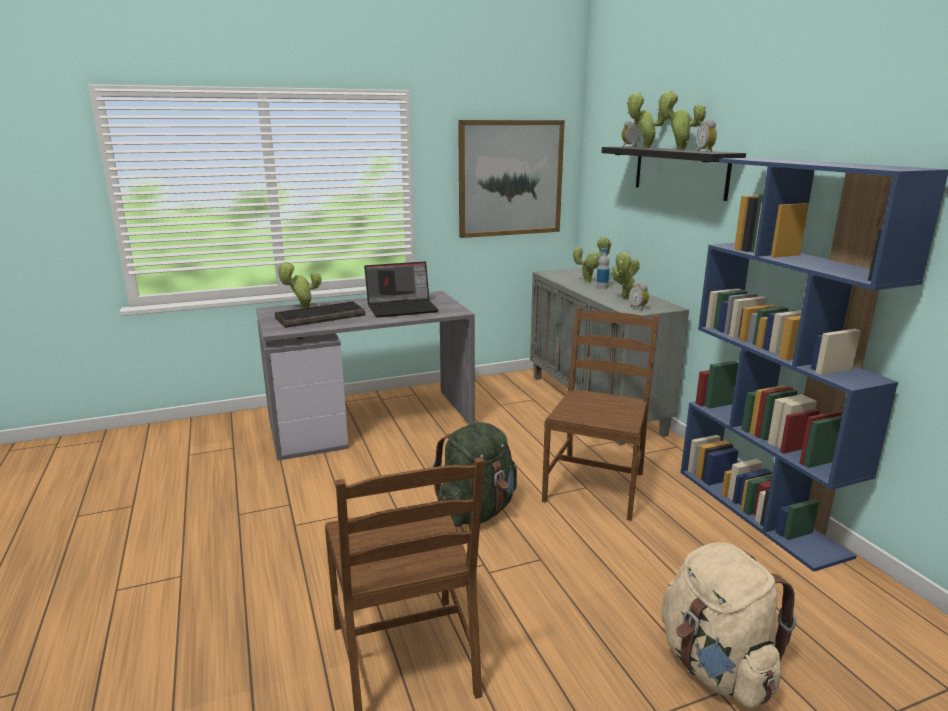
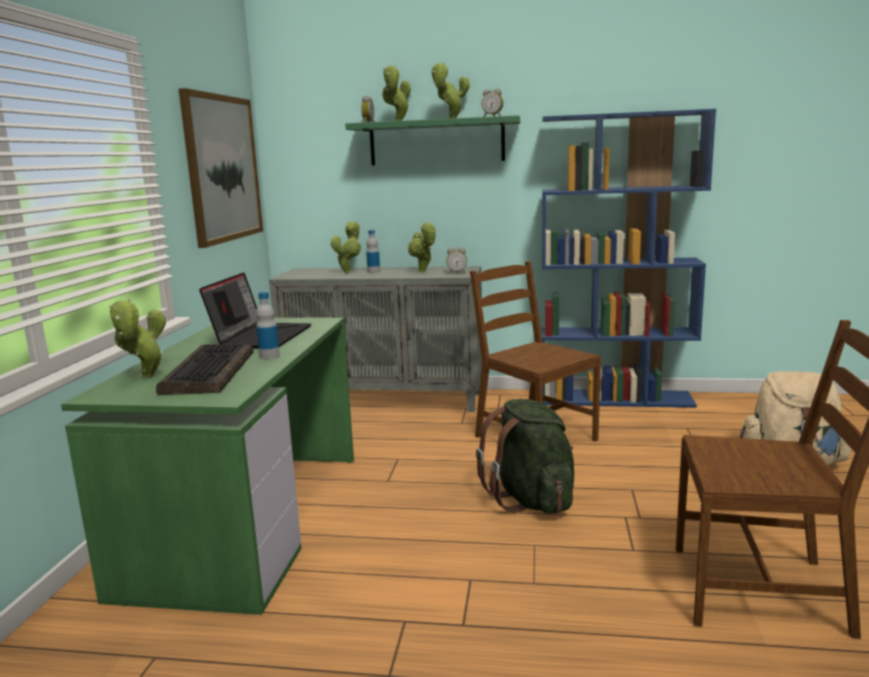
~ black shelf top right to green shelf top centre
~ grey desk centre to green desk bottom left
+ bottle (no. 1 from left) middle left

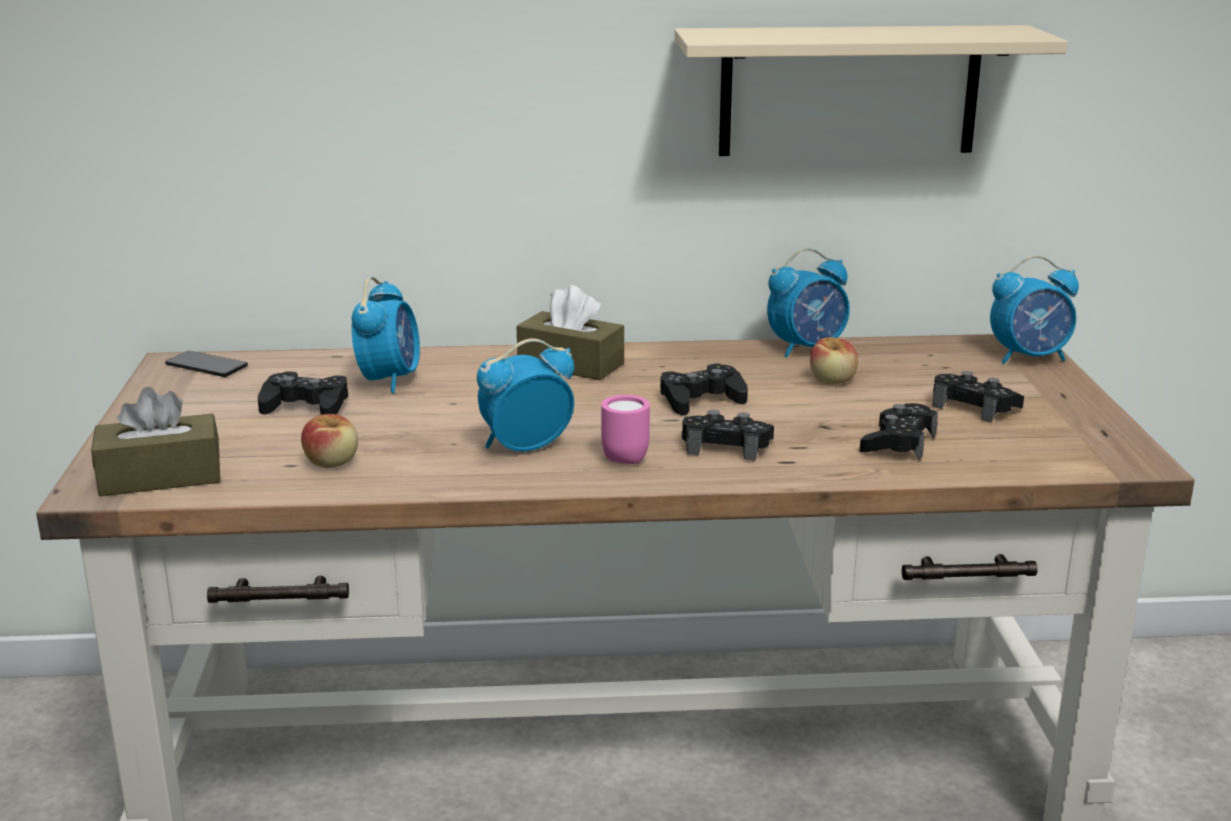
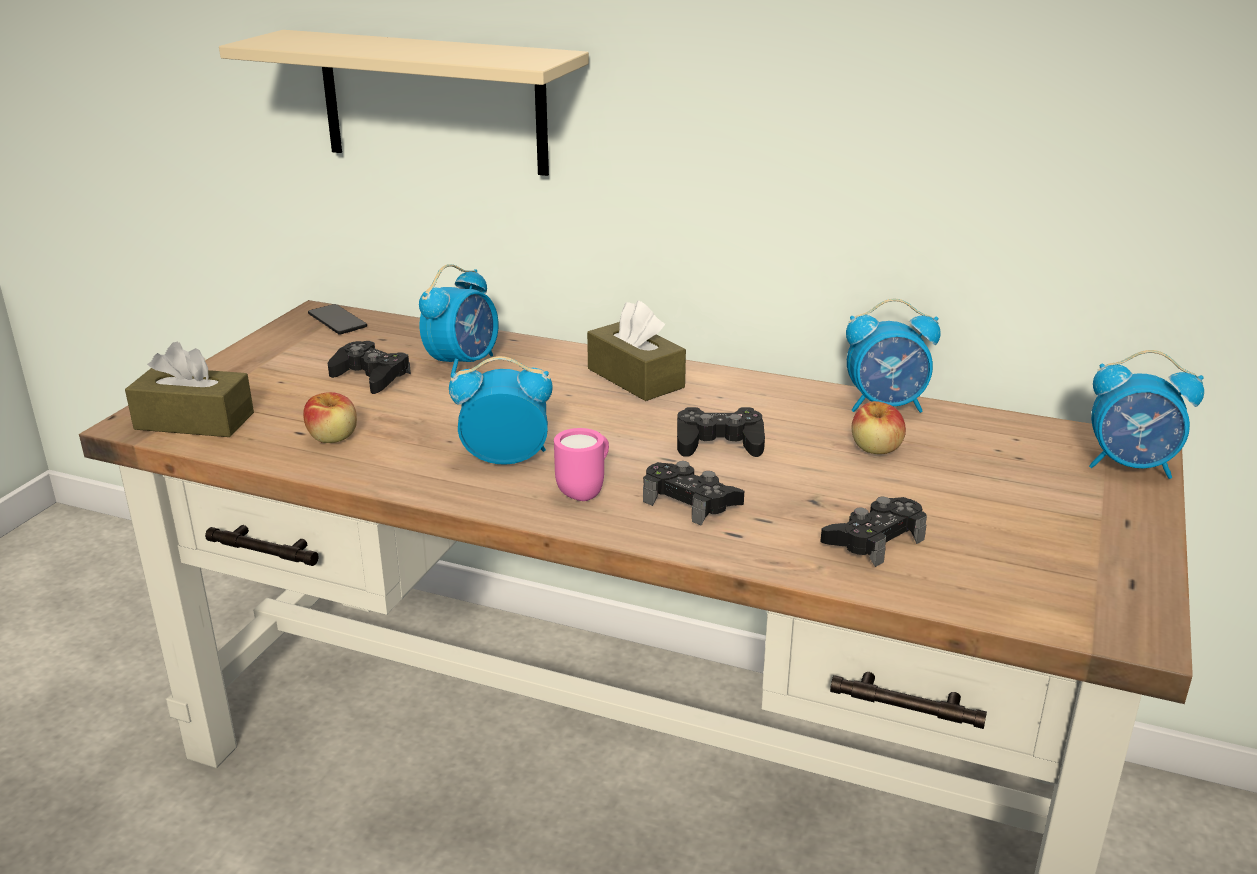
~ beige shelf top right to top left
- black game controller (no. 5 from left) middle right

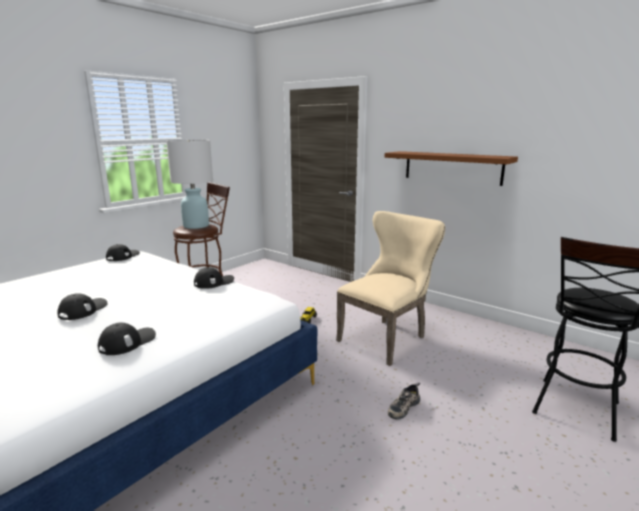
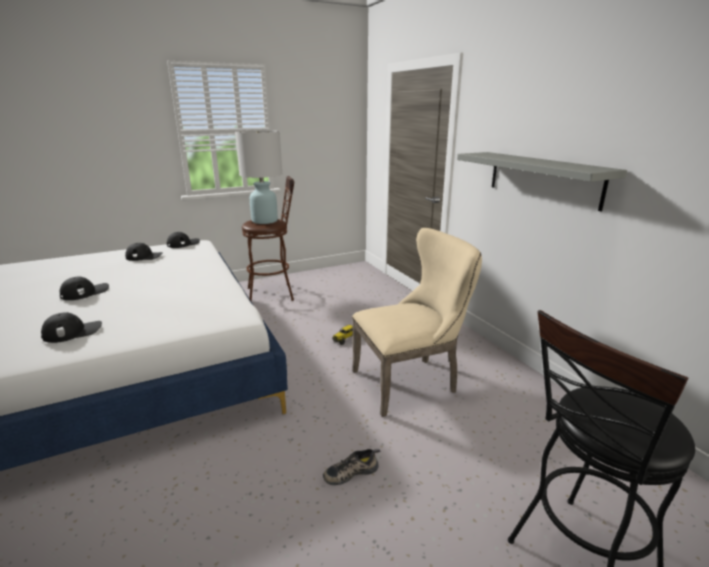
~ brown shelf top right to grey shelf top right
~ black cap (no. 4 from left in the first image) centre to black cap (no. 3 from left) middle left

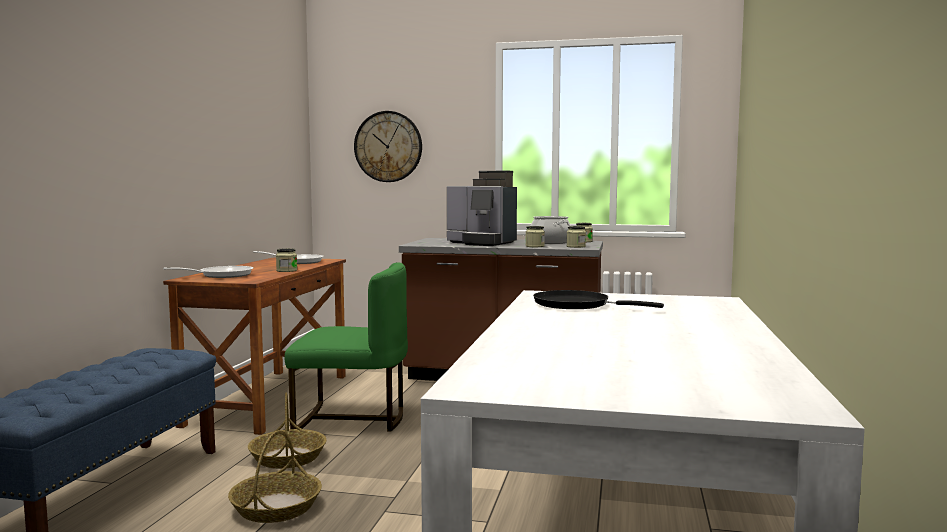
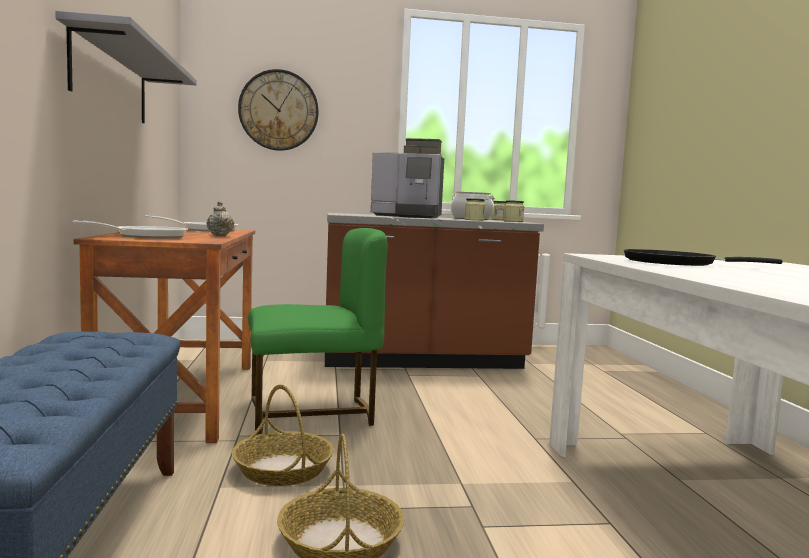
~ jar (no. 1 from left) middle left to beige teapot middle left
+ grey shelf top left

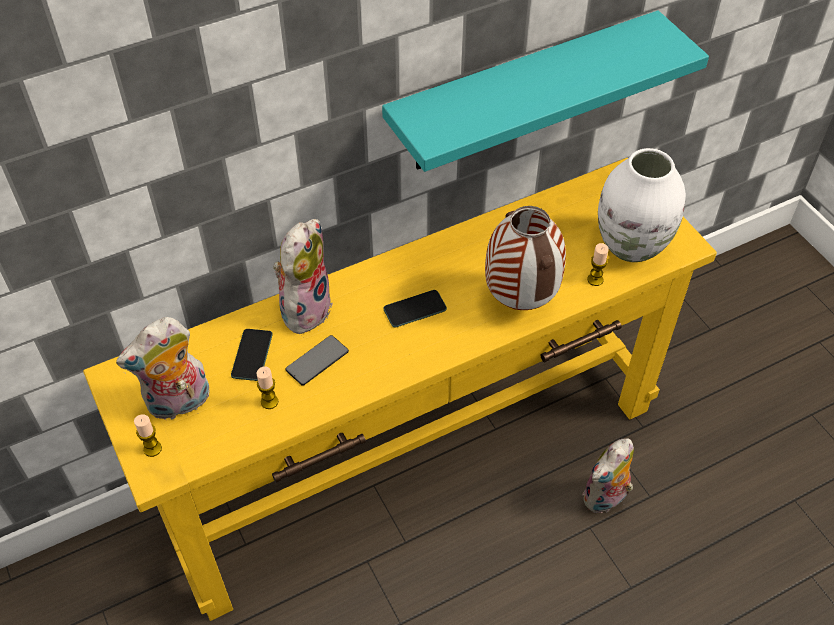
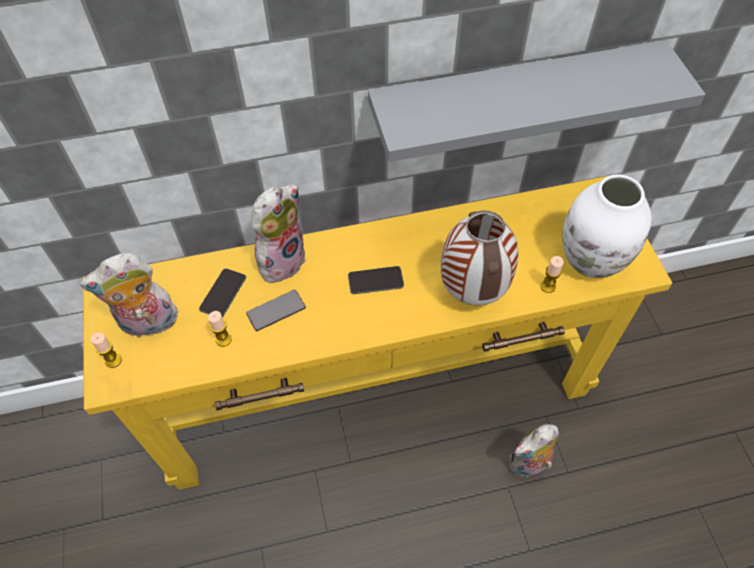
~ turquoise shelf top centre to grey shelf top right

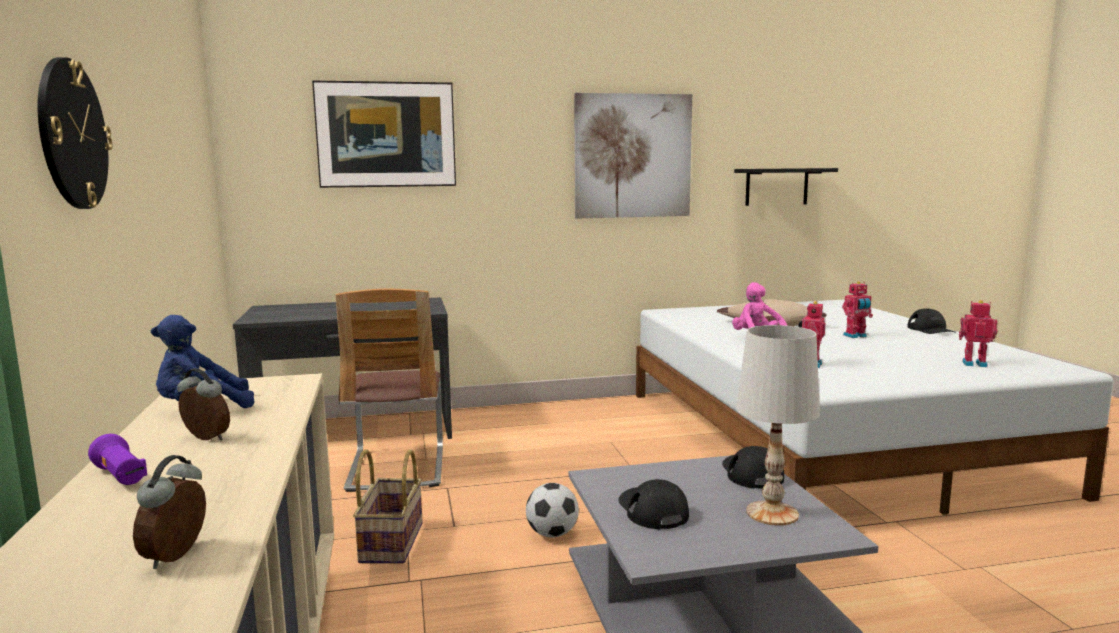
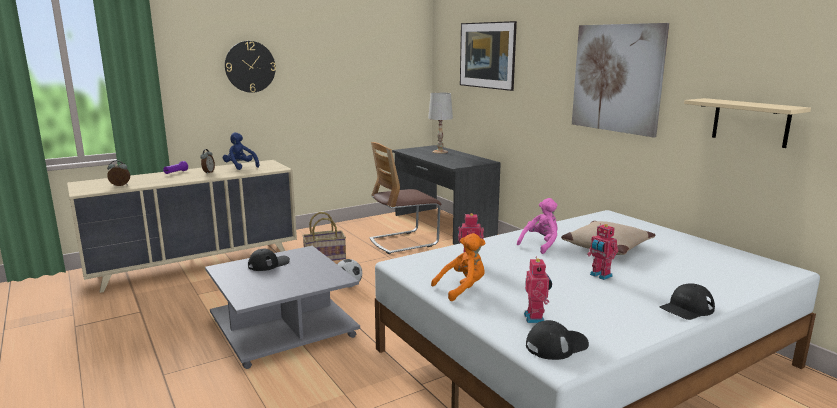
~ black shelf top right to beige shelf top right
~ white table lamp bottom right to top centre
~ black cap (no. 2 from left) bottom right to bottom centre
+ orange plush toy centre

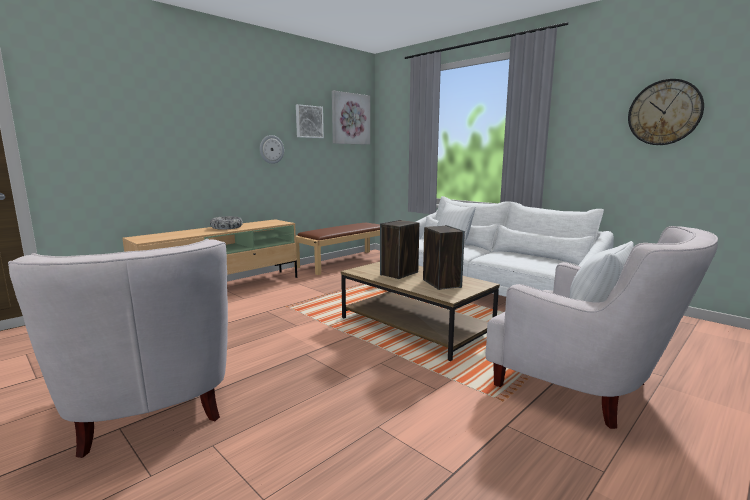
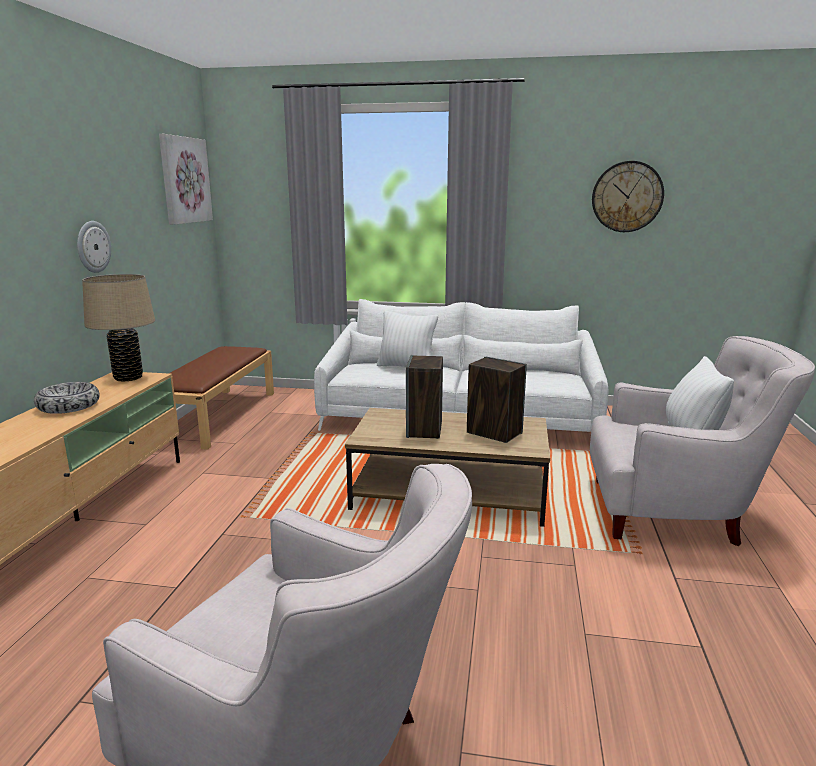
- picture (no. 1 from left) top centre
+ beige table lamp middle left

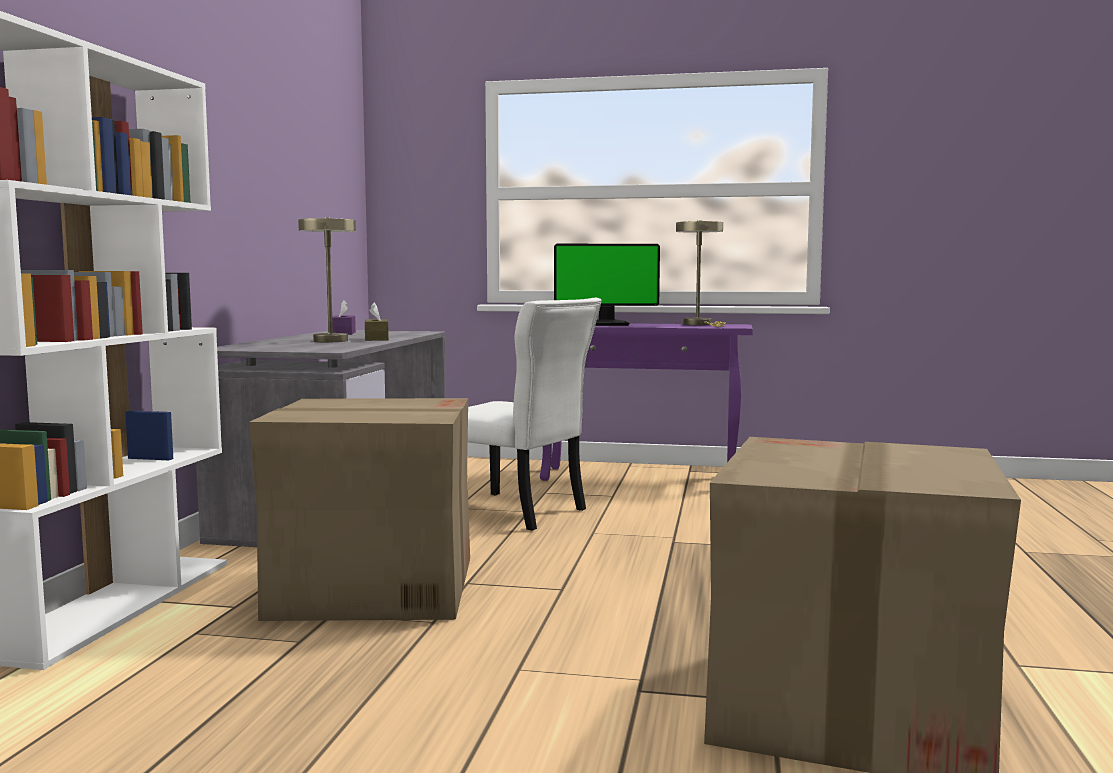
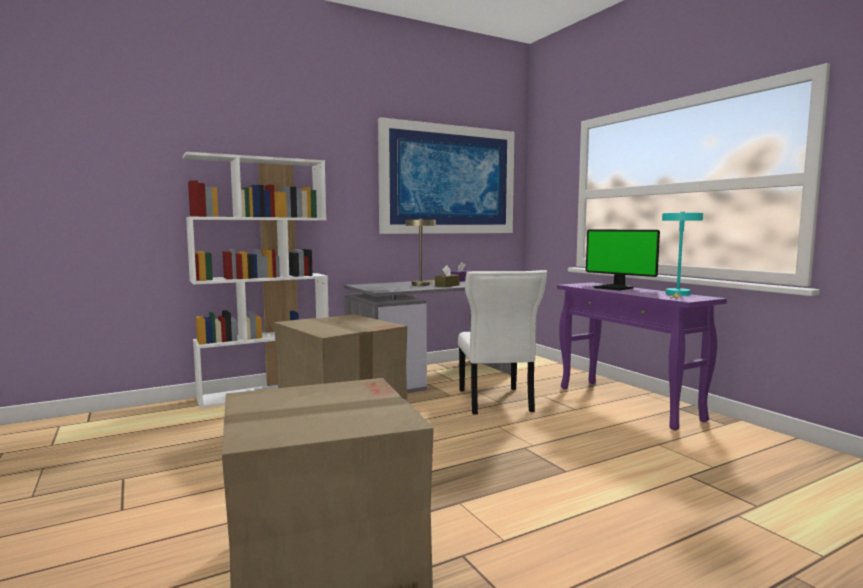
~ beige table lamp (no. 2 from left) centre to turquoise table lamp middle right
+ picture top centre

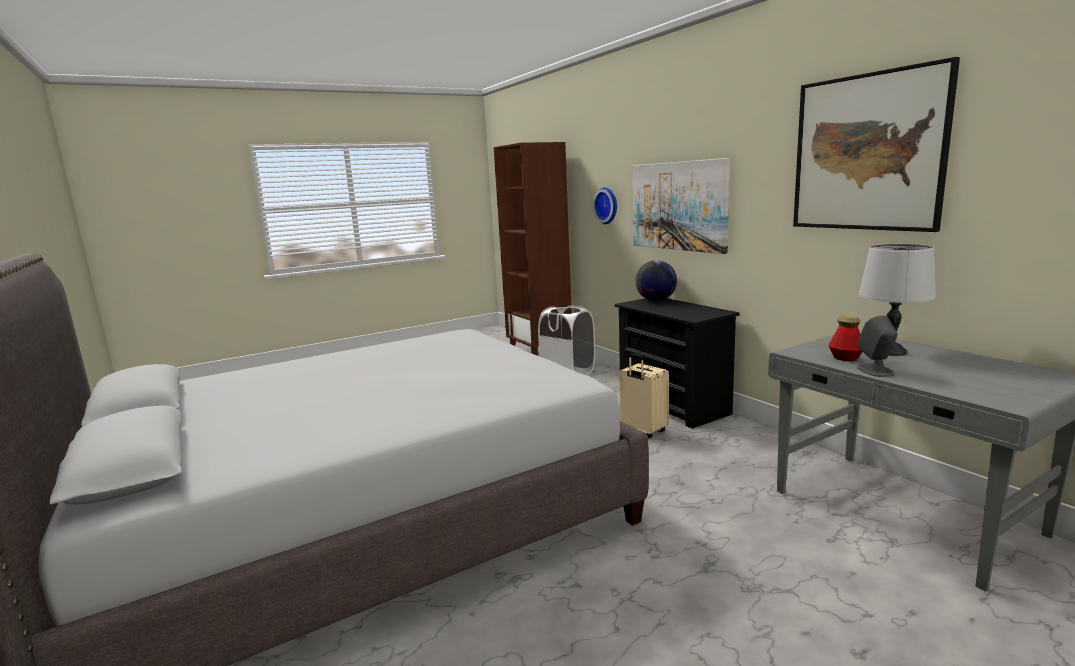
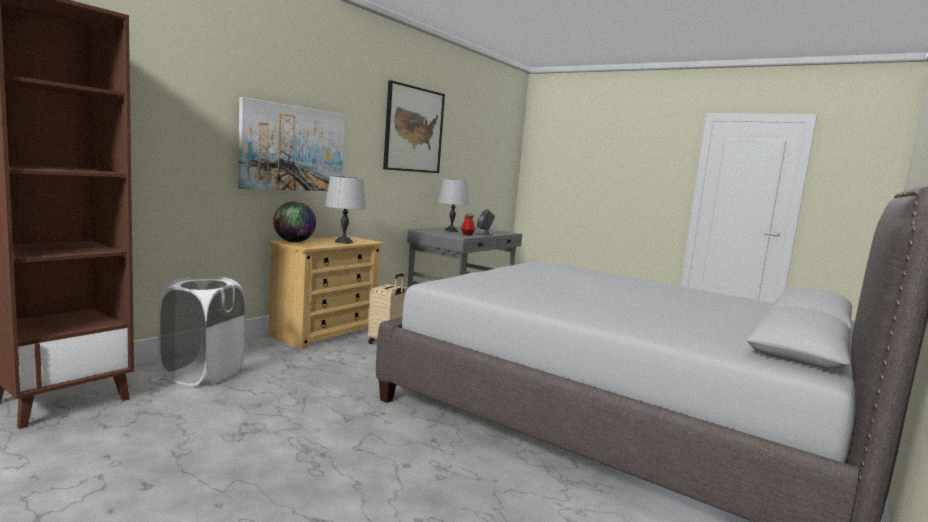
- wall clock top centre
~ black dresser centre to beige dresser centre
+ grey table lamp (no. 1 from left) centre

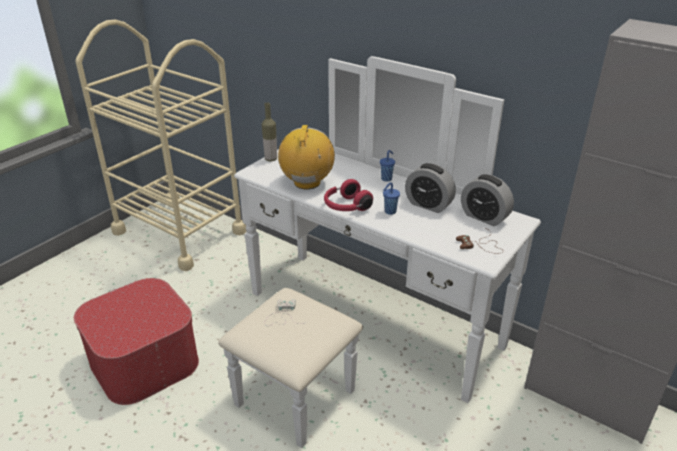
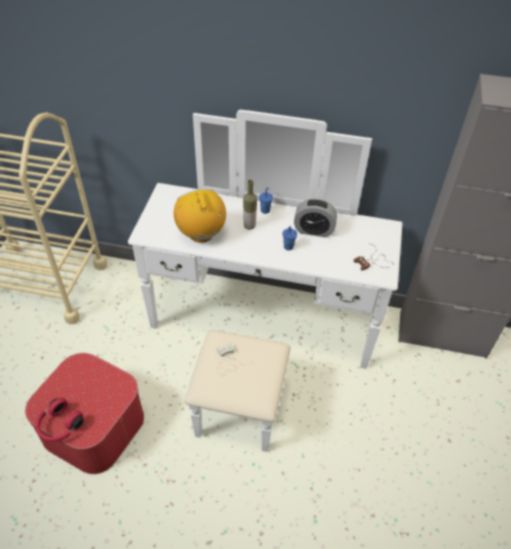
~ bottle top centre to centre
- alarm clock (no. 2 from left) middle right
~ red headphones centre to bottom left

